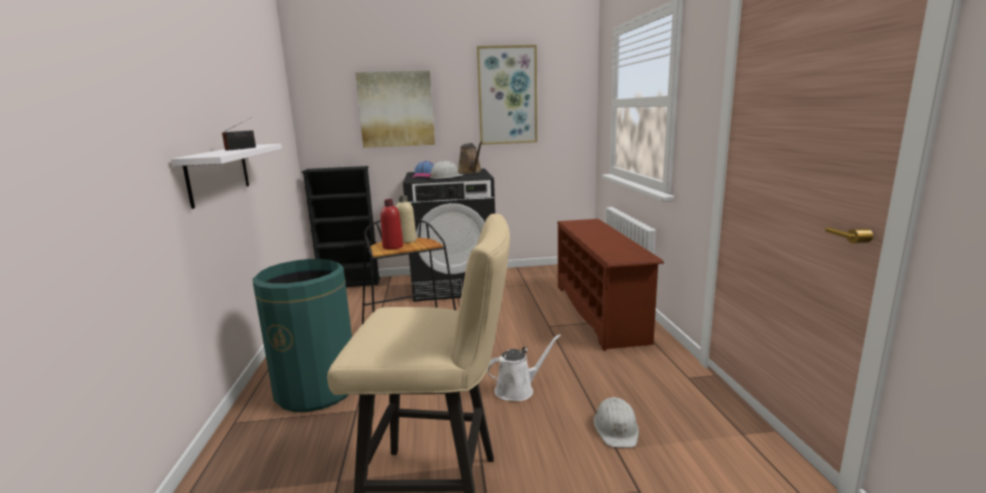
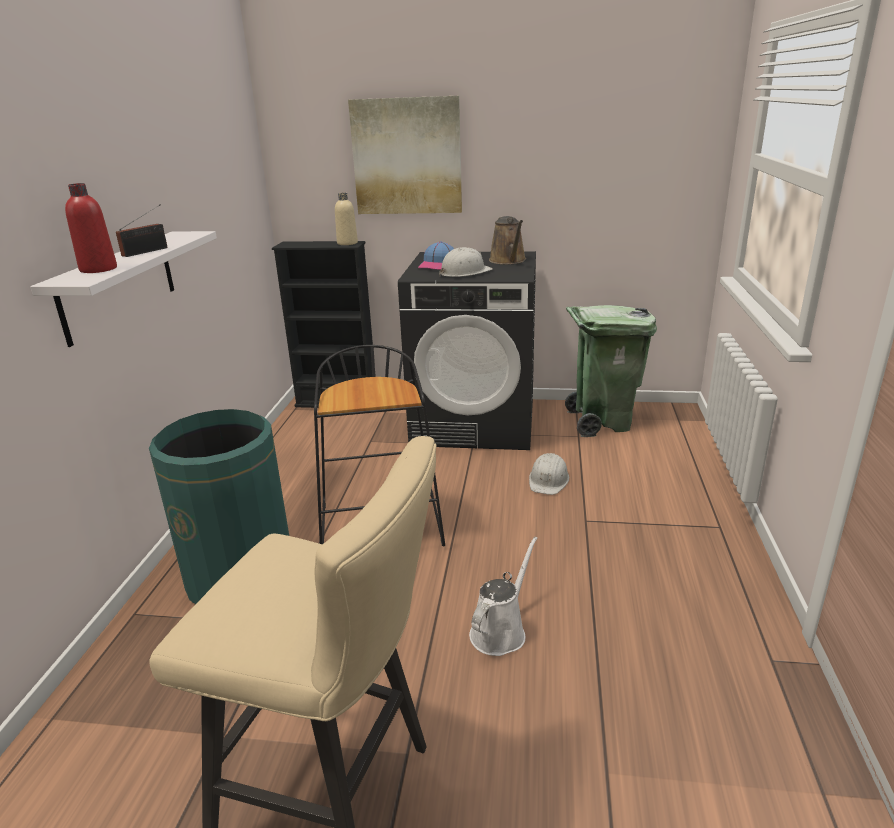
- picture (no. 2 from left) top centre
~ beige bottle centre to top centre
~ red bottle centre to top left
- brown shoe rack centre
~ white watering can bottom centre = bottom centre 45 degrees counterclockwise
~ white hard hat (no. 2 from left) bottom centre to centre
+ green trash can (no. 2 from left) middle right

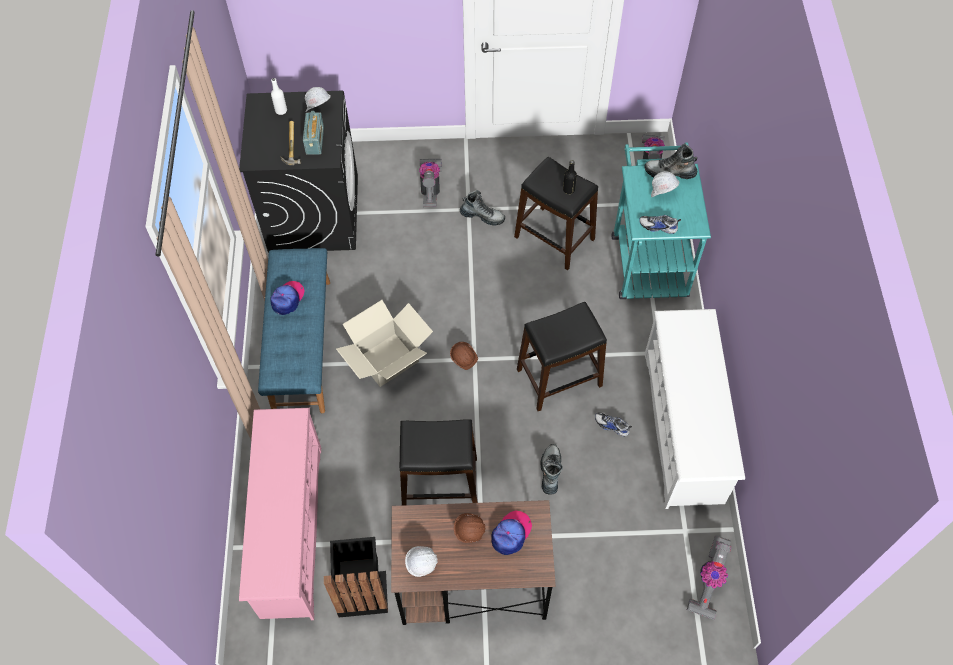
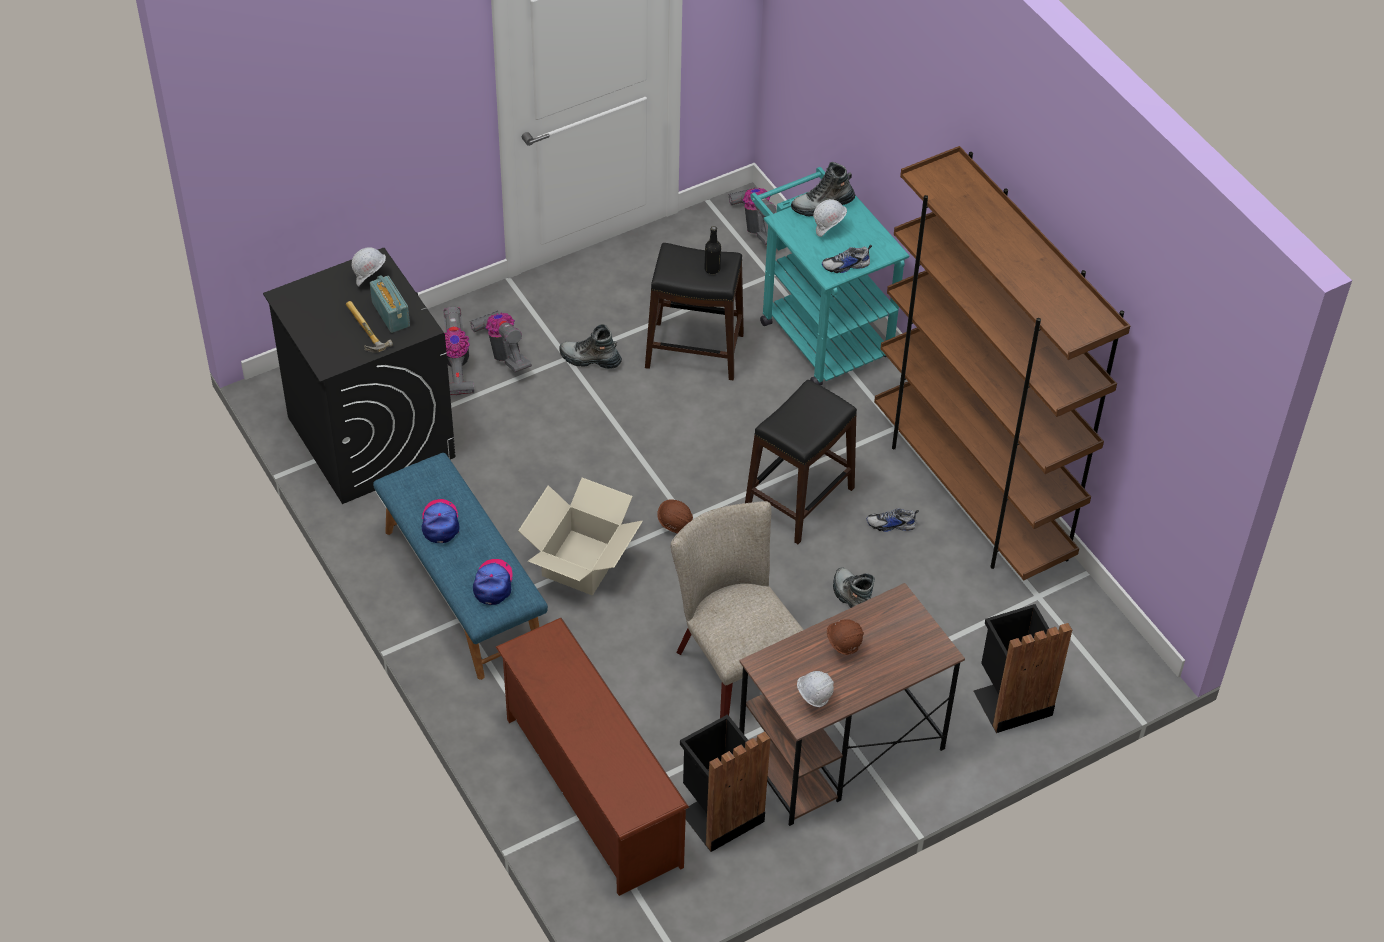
- white bottle top left
~ boot (no. 1 from left) top centre = centre 150 degrees counterclockwise
~ white shoe rack middle right to brown bookcase middle right
~ pink shoe rack bottom left to brown shoe rack bottom centre
~ black stool (no. 1 from left) bottom centre to beige chair centre
~ cap (no. 2 from left) bottom centre to centre
~ vacuum cleaner (no. 3 from left in the first image) bottom right to vacuum cleaner (no. 1 from left) middle left
+ black trash can (no. 2 from left) bottom right

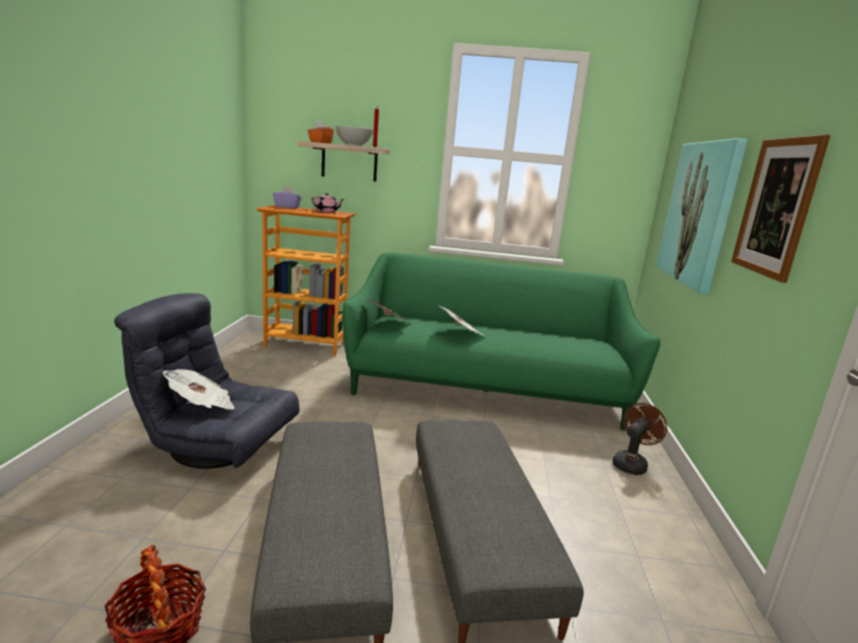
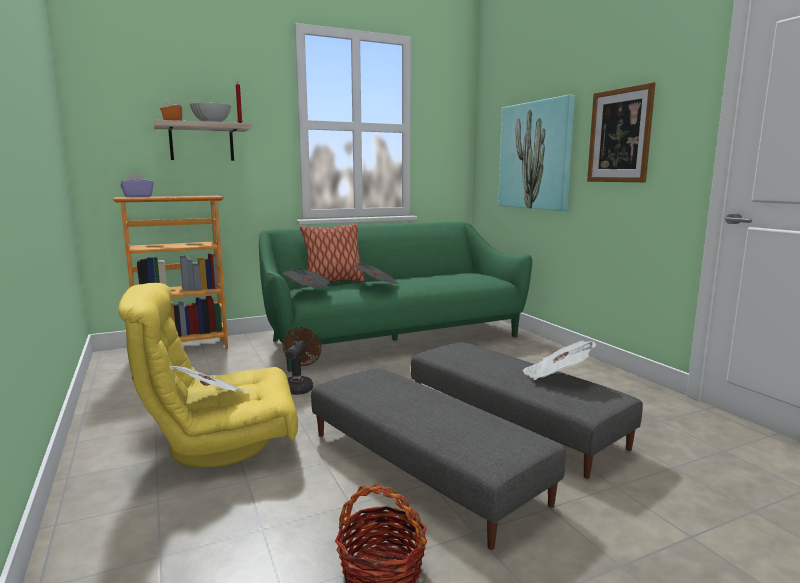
- pink teapot top centre
~ grey armchair middle left to yellow armchair middle left
~ brown fan bottom right to centre
+ pillow centre
+ newspaper (no. 4 from left) middle right

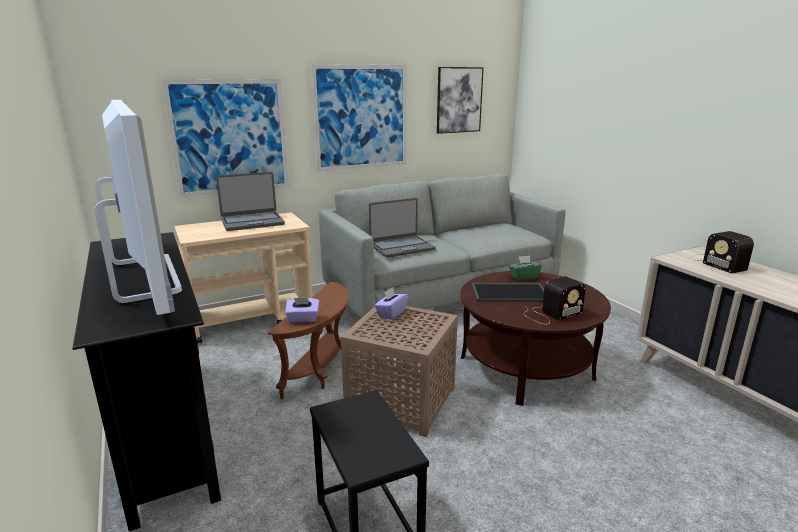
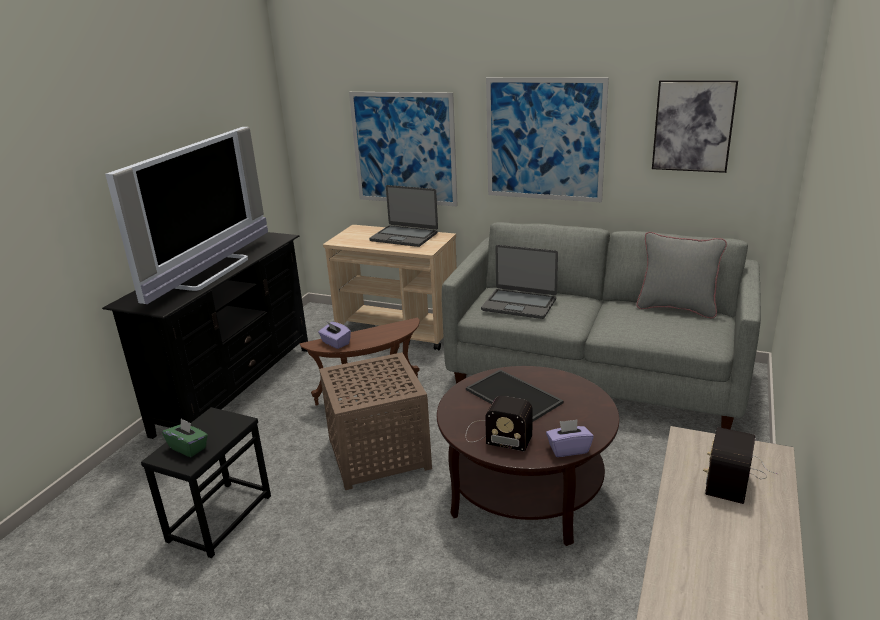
~ green tissue box centre to bottom left
~ purple tissue box (no. 2 from left) centre to bottom centre
+ grey pillow middle right

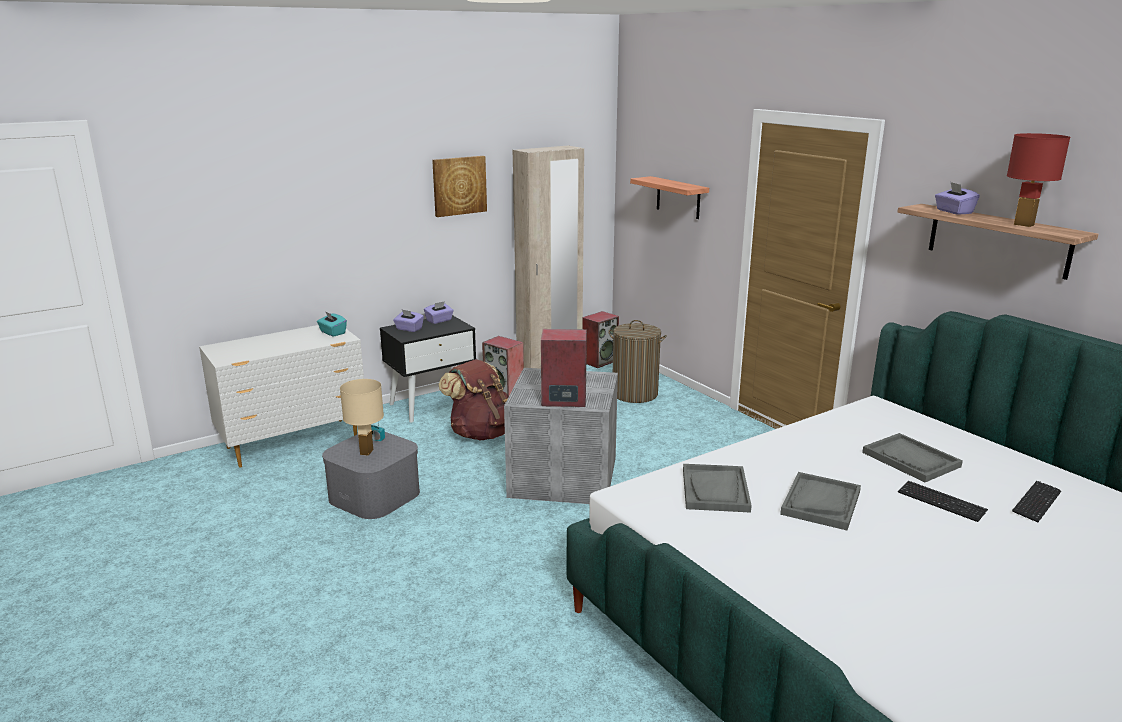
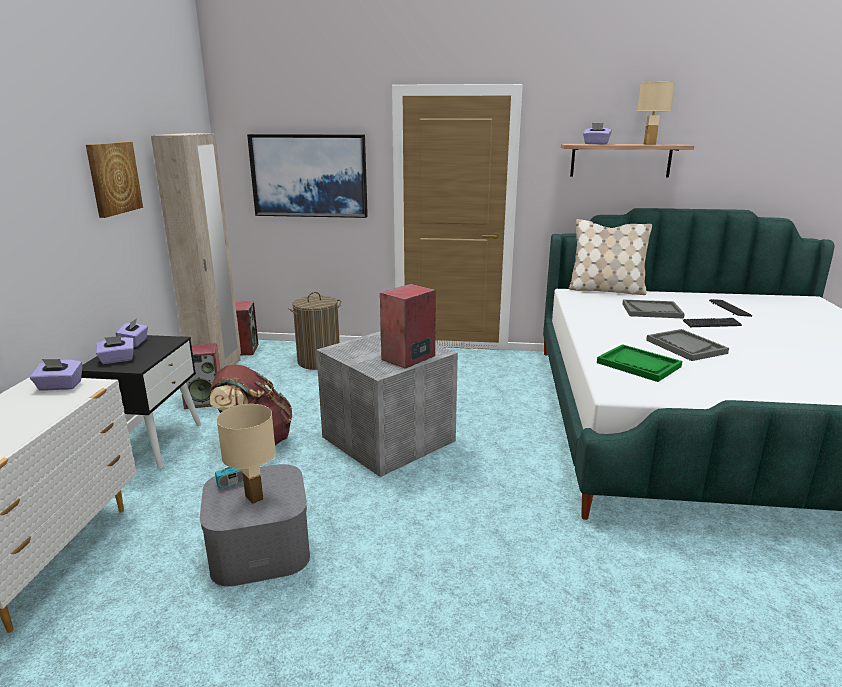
~ red table lamp top right to beige table lamp (no. 2 from left) top right
~ shelf (no. 1 from left) top centre to picture (no. 2 from left) top centre
~ turquoise tissue box middle left to purple tissue box (no. 1 from left) middle left
~ grey tray (no. 1 from left) bottom centre to green tray middle right
+ beige pillow middle right

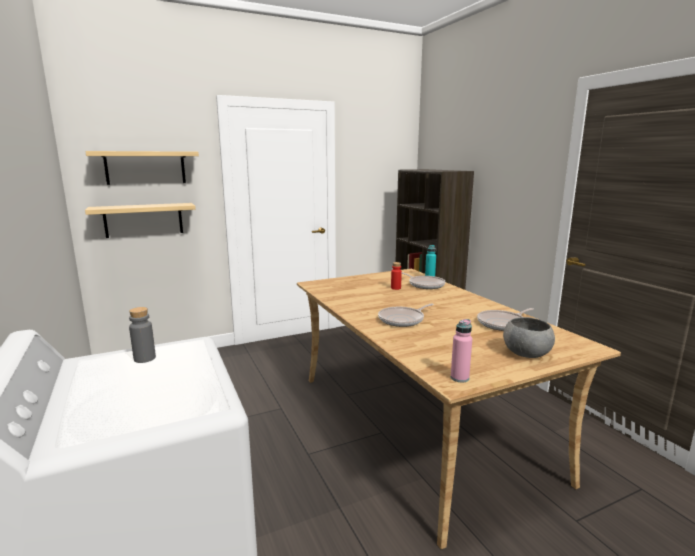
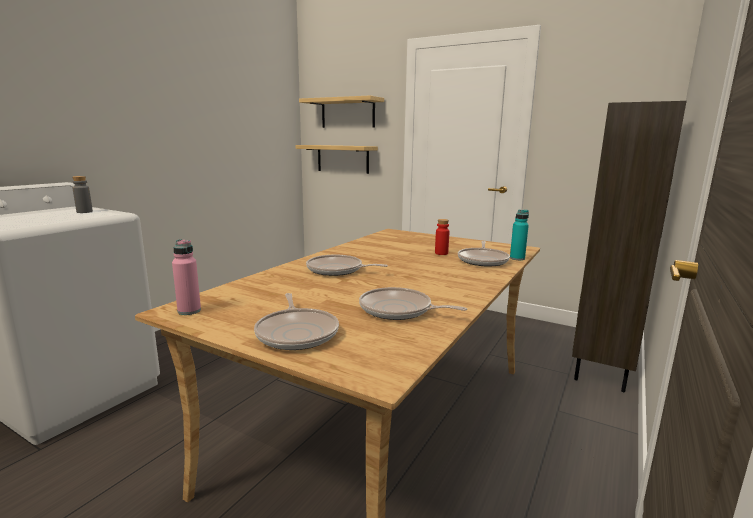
~ grey bowl middle right to frying pan (no. 1 from left) centre

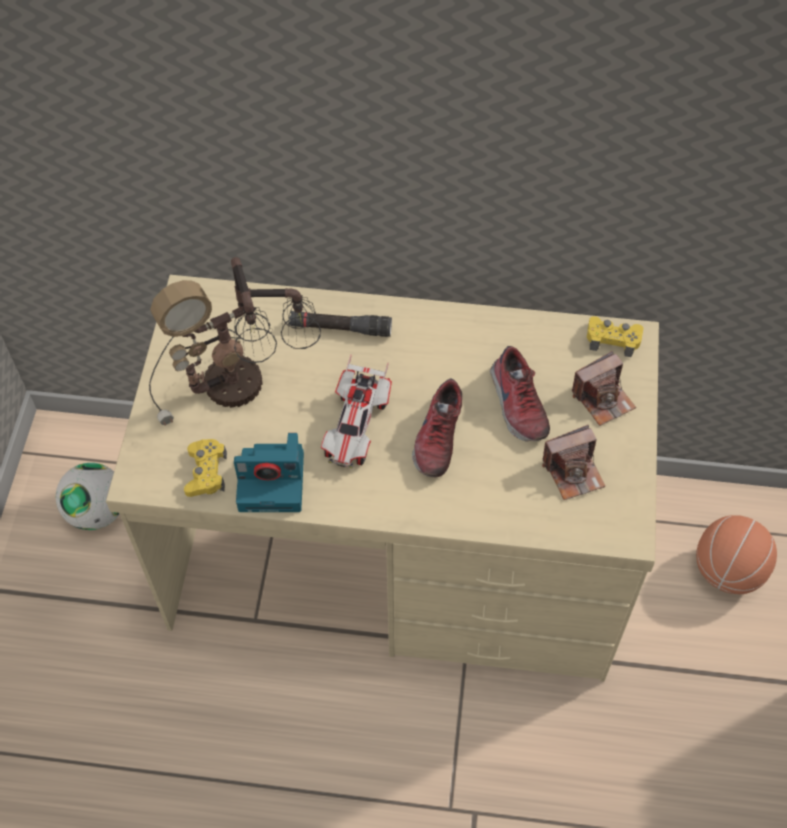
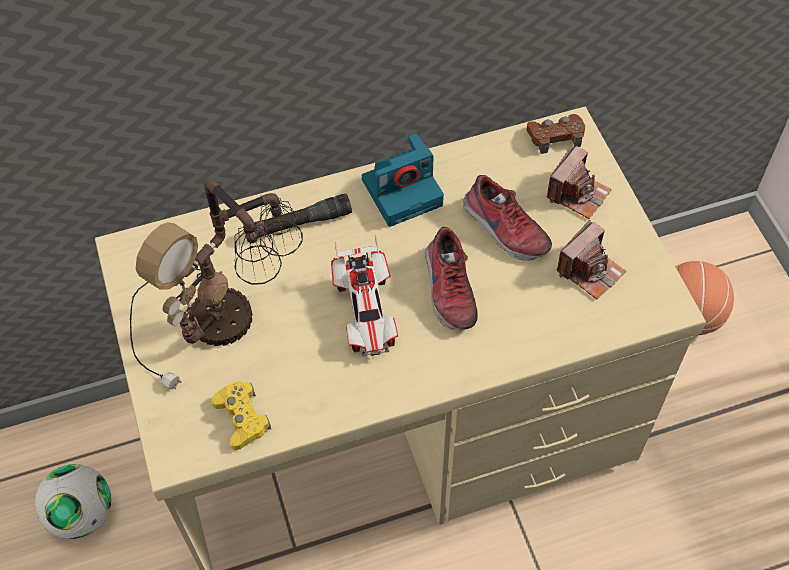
~ yellow game controller (no. 2 from left) middle right to brown game controller top right
~ photo camera (no. 1 from left) centre to top centre

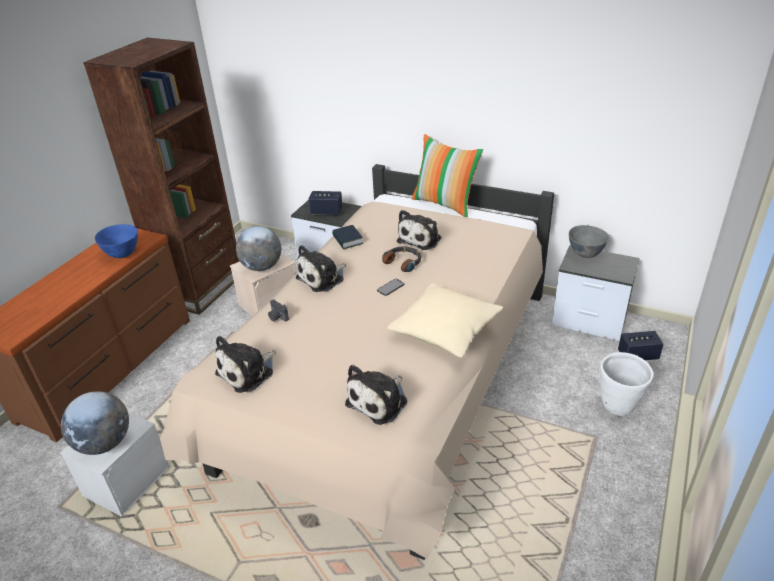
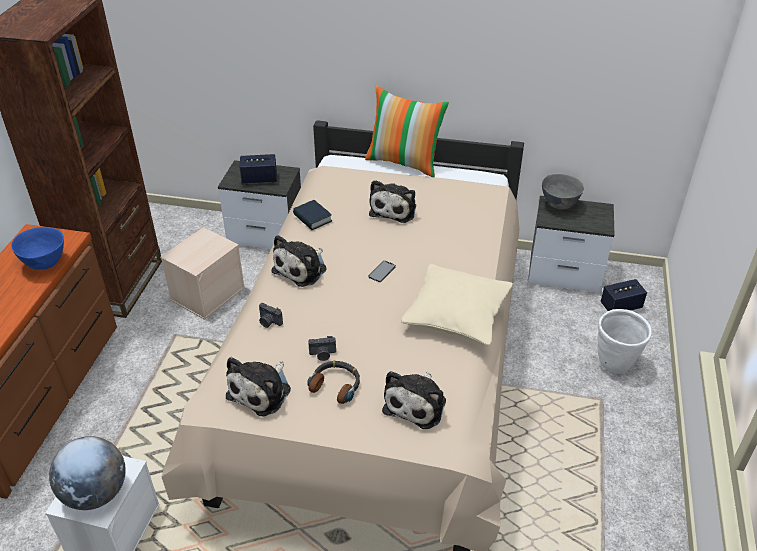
- globe (no. 2 from left) centre
~ headphones centre to bottom centre
+ photo camera (no. 2 from left) centre

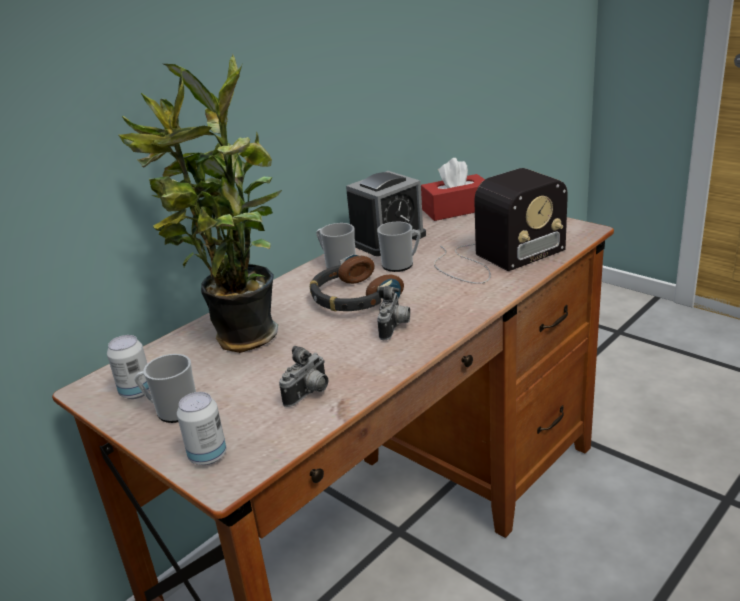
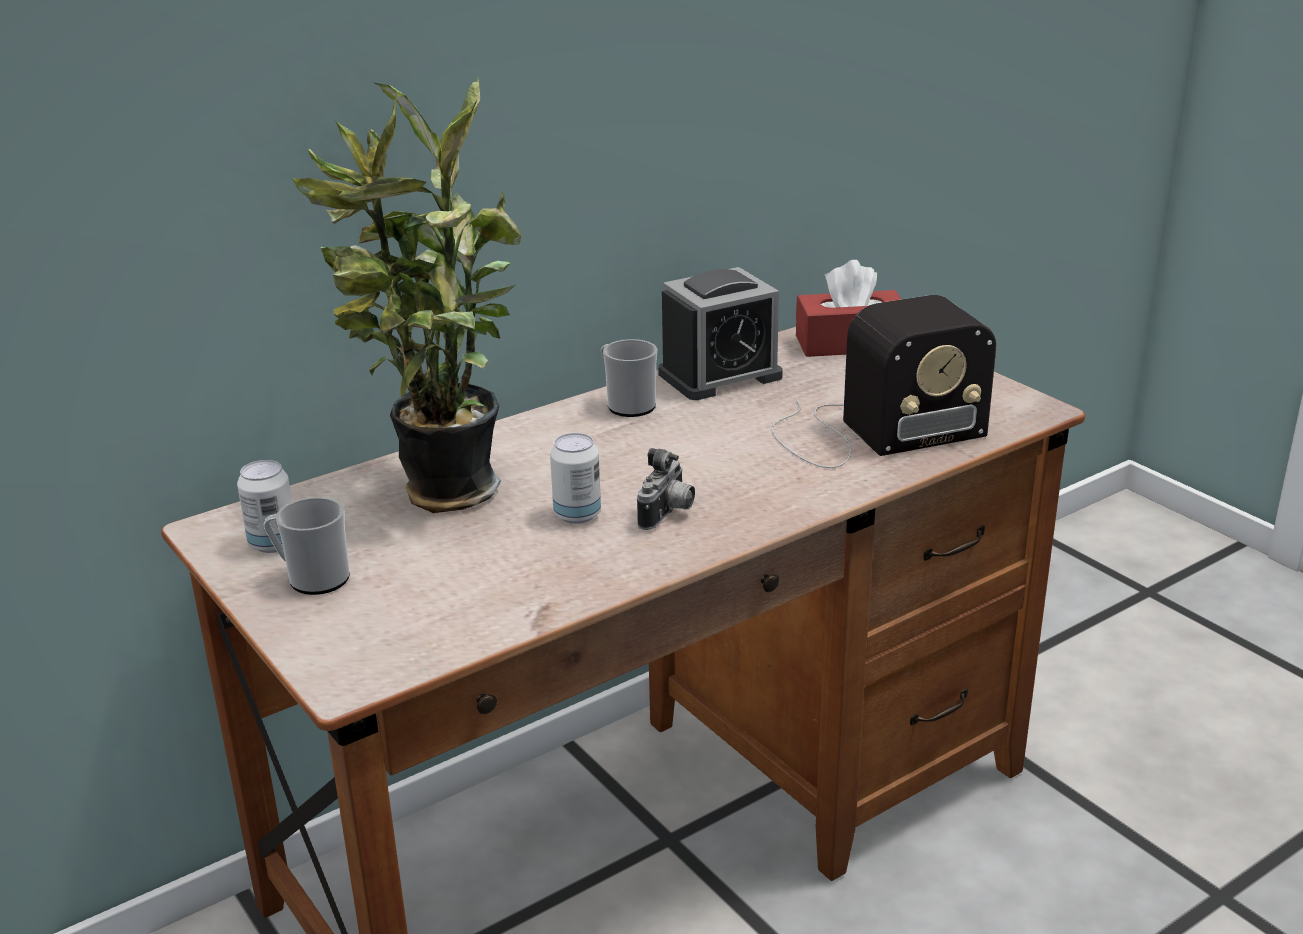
- mug (no. 3 from left) centre
- headphones centre
- photo camera (no. 1 from left) centre
~ can (no. 2 from left) bottom left to centre

